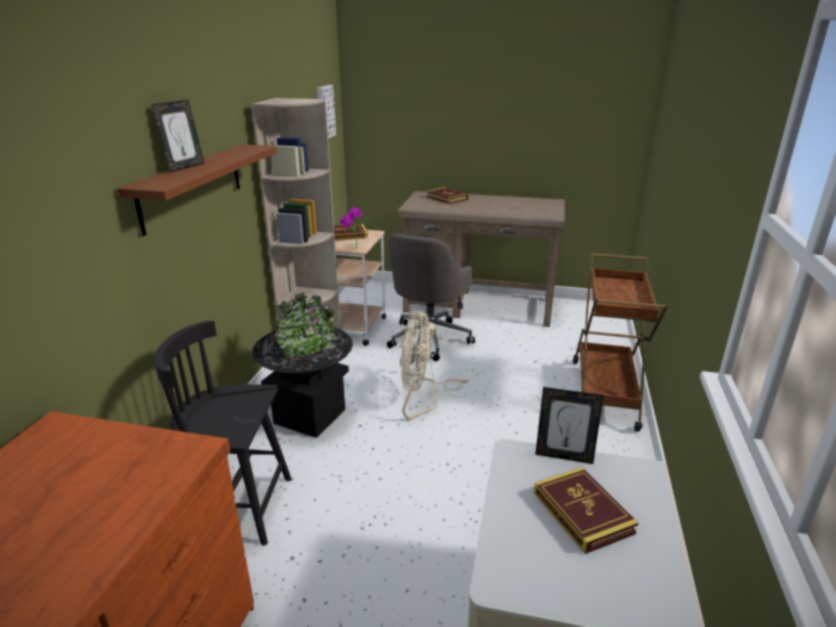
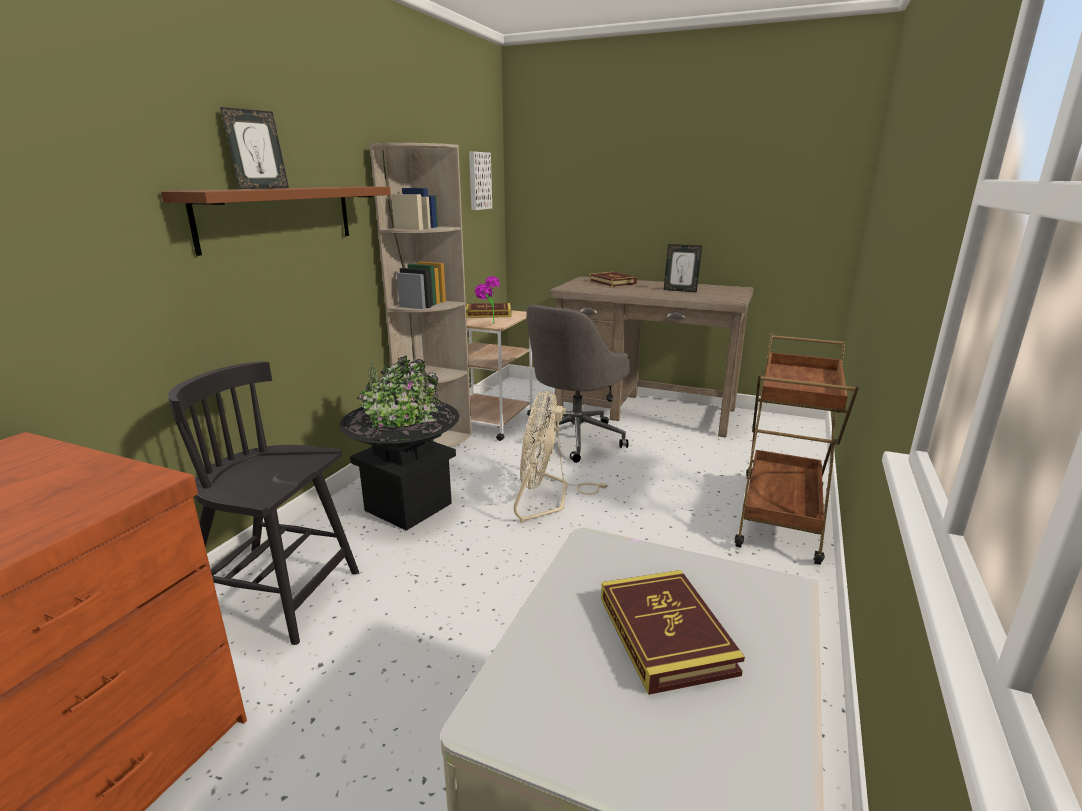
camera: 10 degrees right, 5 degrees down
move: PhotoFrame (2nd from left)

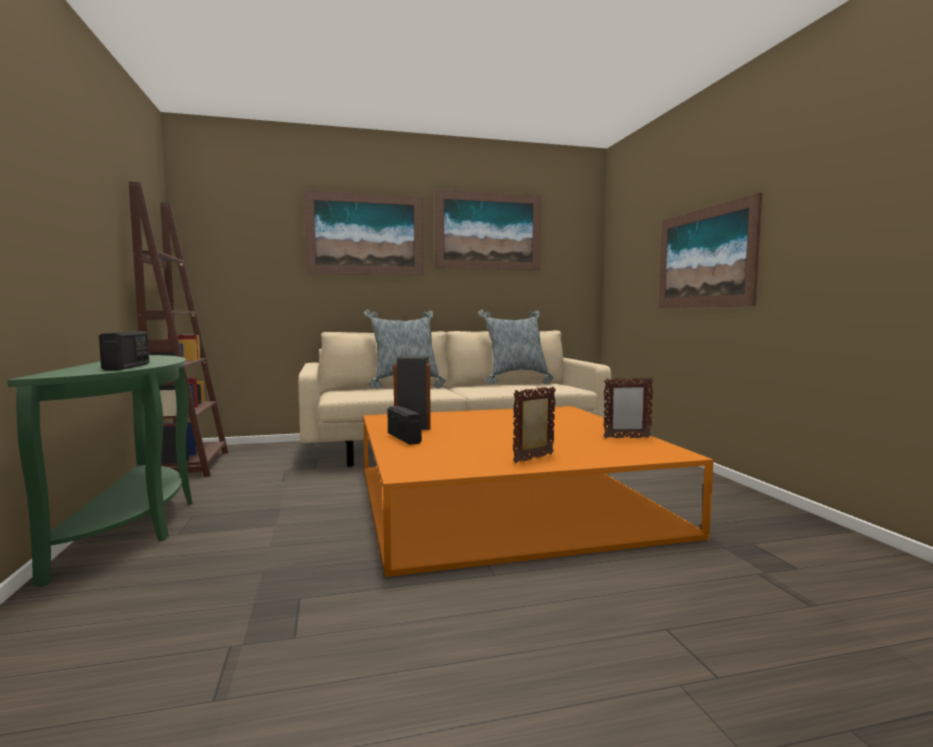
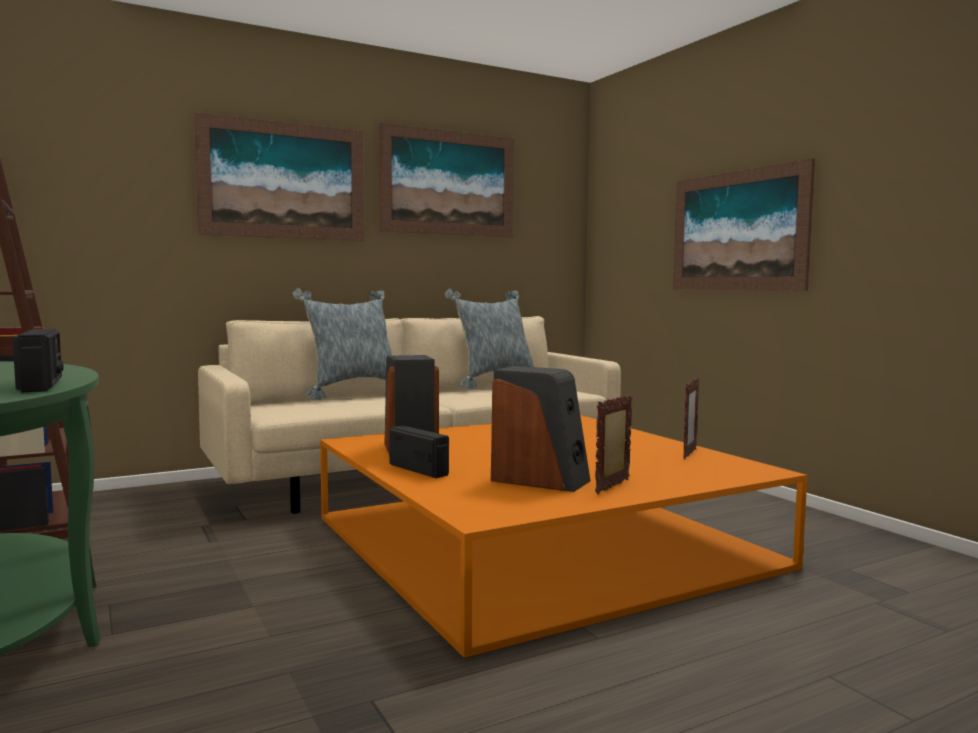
camera: 15 degrees left, 0 degrees up
insert: Loudspeaker (2nd from left)
rotate: PhotoFrame (2nd from left) 45 degrees counterclockwise

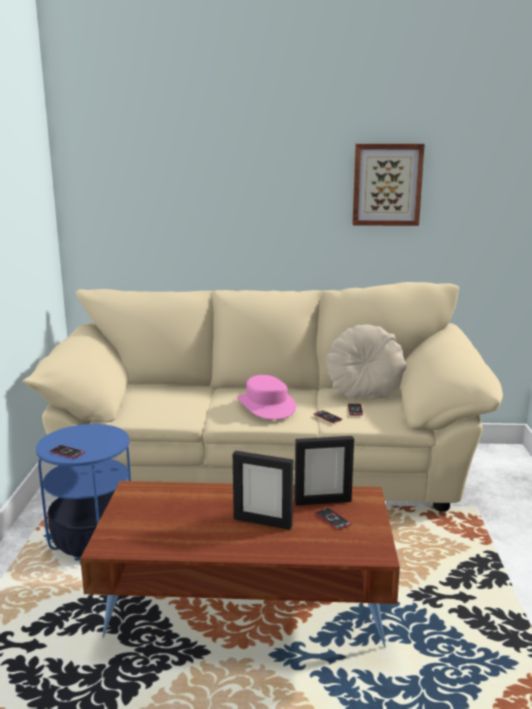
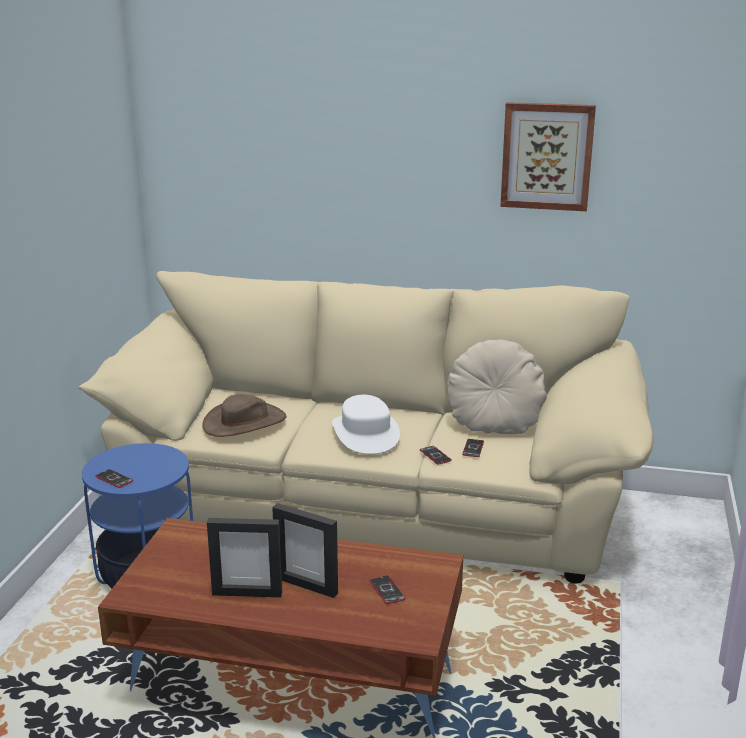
camera: 10 degrees right, 5 degrees up
insert: BrownishHat
move: PhotoFrame (2nd from left in the first image) to PhotoFrame (1st from left)
recolor: PinkishHat to WhitishHat

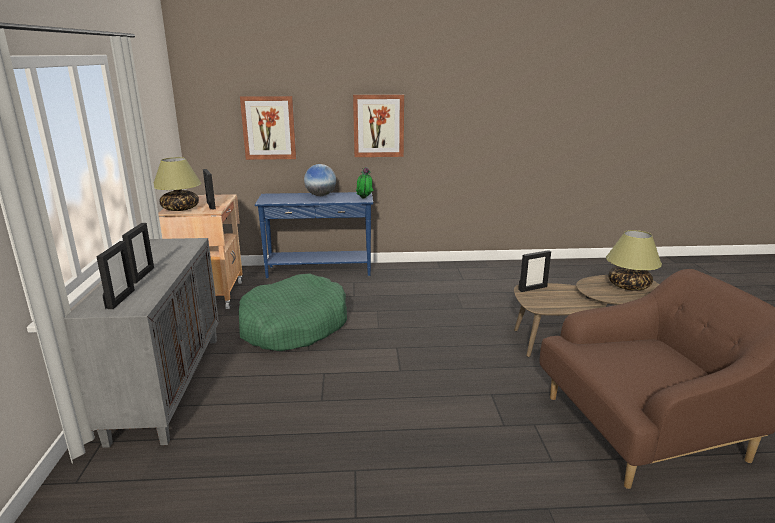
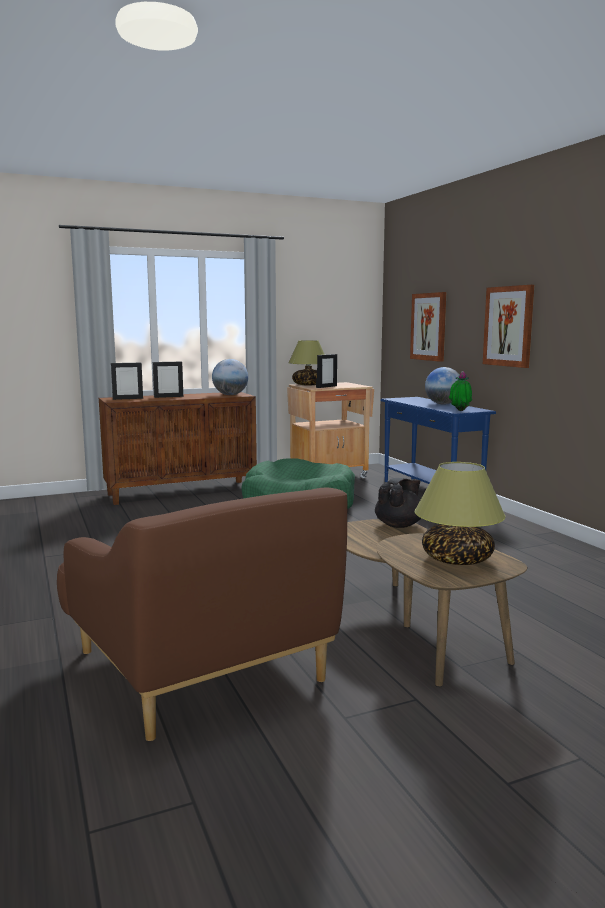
camera: 70 degrees right, 10 degrees down
insert: Globe (1st from left)
replace: PhotoFrame (4th from left) to BlackTeapot
recolor: GreyStorageCabinet to BrownishStorageCabinet

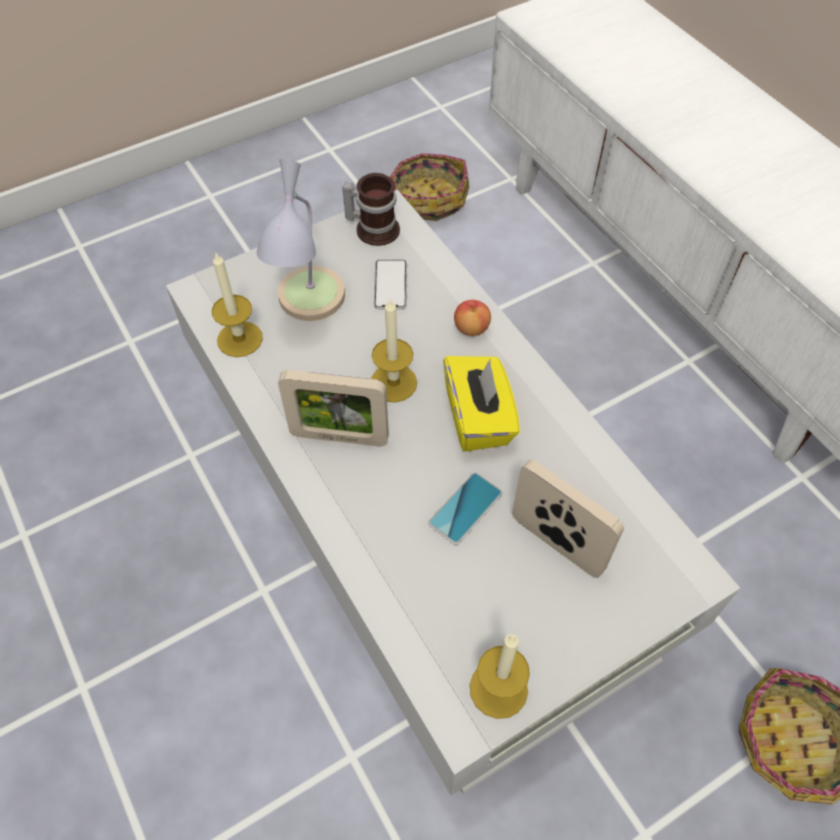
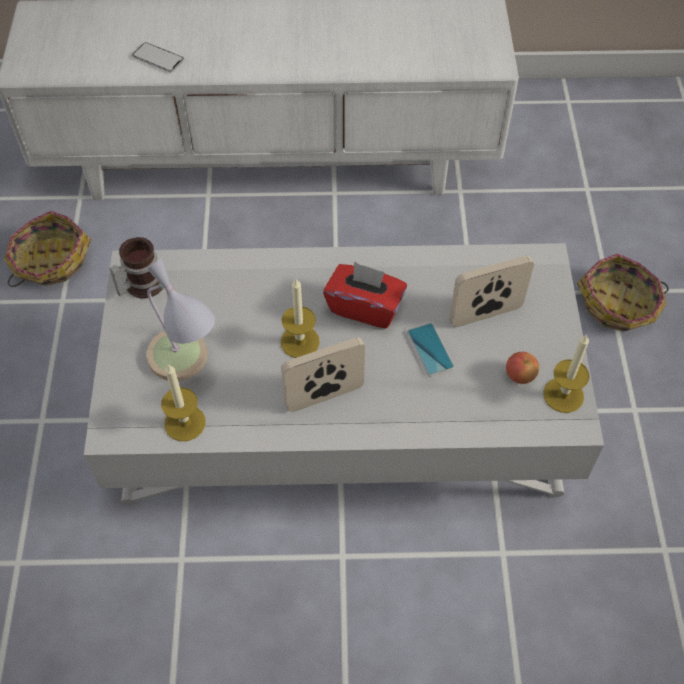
camera: 60 degrees left, 0 degrees up
move: Telephone (1st from left); WholeApple
recolor: YellowishBoxOfTissues to RedColouredBoxOfTissues
rotate: PhotoFrame (1st from left) 150 degrees counterclockwise

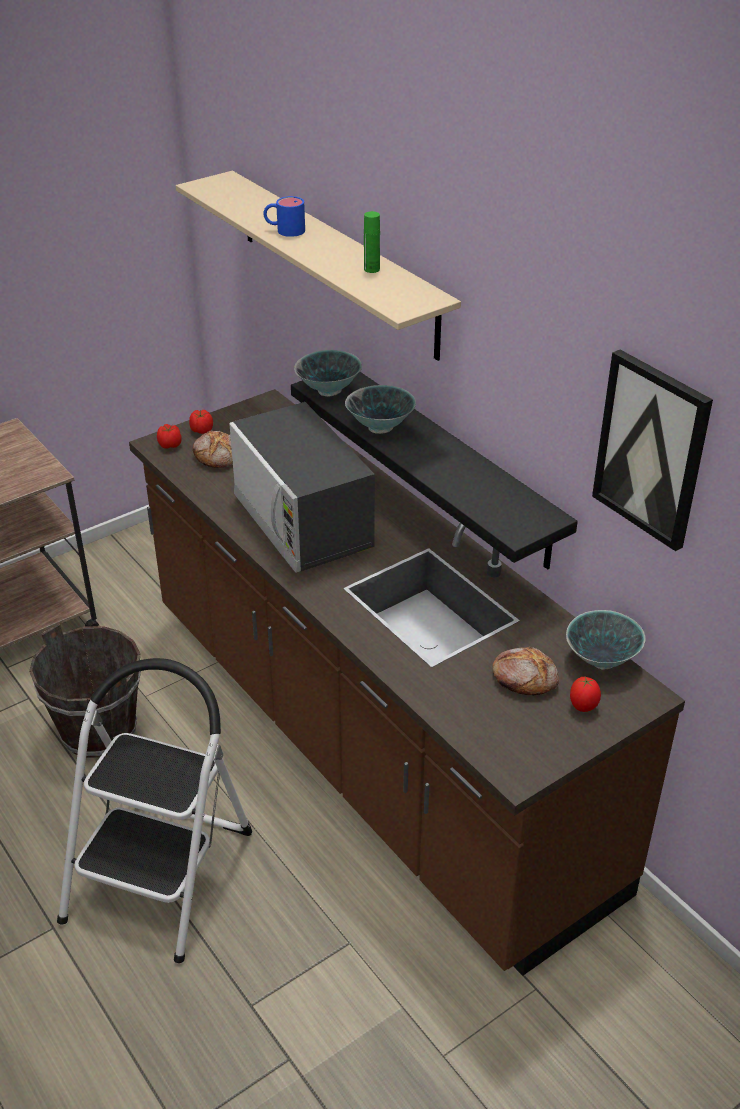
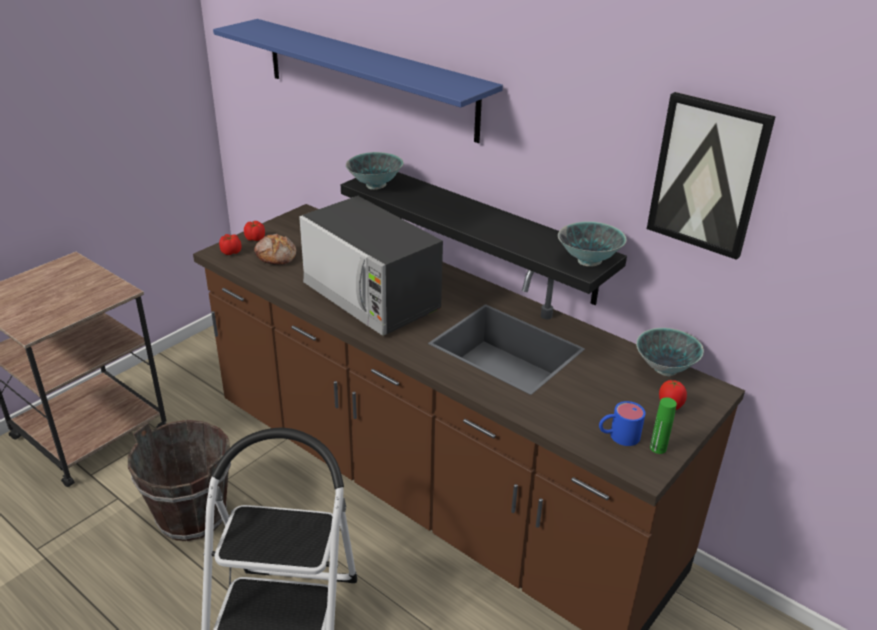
camera: 15 degrees left, 5 degrees down
delete: BakedBread (2nd from left)
move: BluishCoffeeMug; GreenishBeverageBottle; ServingBowl (2nd from left)
recolor: SandColouredBracketShelf to BluishBracketShelf

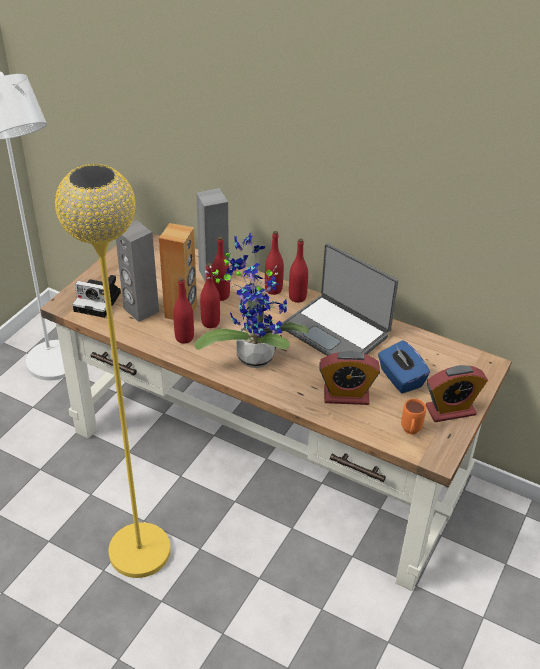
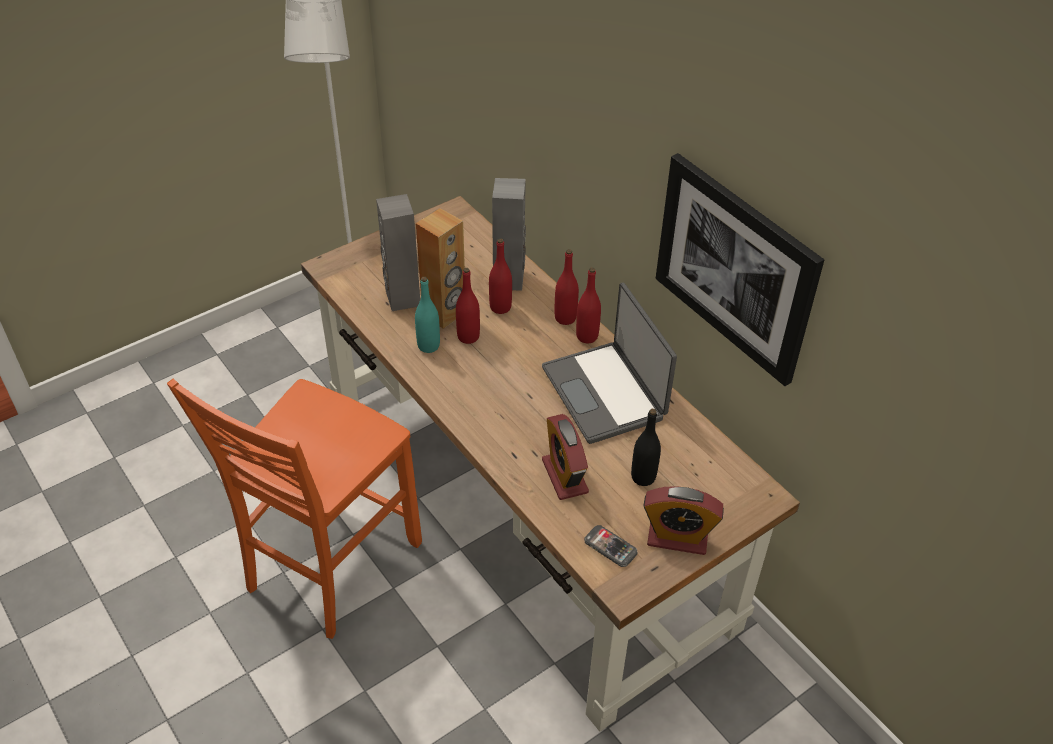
camera: 25 degrees right, 5 degrees up
delete: Houseplant; PhotoCamera
insert: WallPicture
replace: YellowishStandardLamp to OrangeyPlainChair; BluishBoxOfTissues to BlackBeverageBottle; OrangeyCoffeeMug to Telephone
recolor: RedColouredBeverageBottle (1st from left) to TurquoiseBeverageBottle
rotate: AlarmClock (1st from left) 45 degrees clockwise

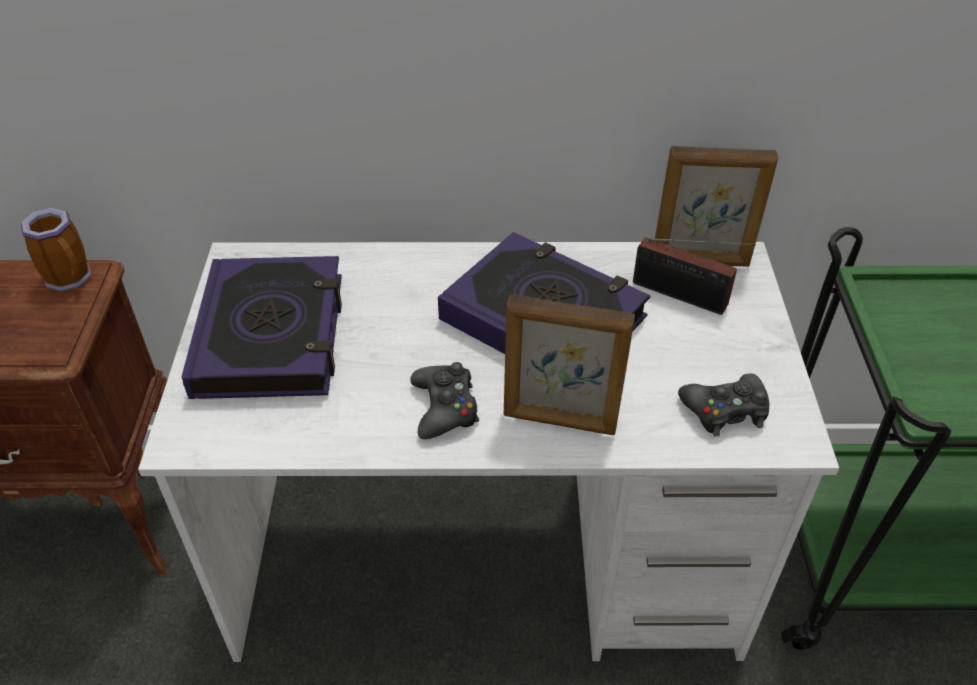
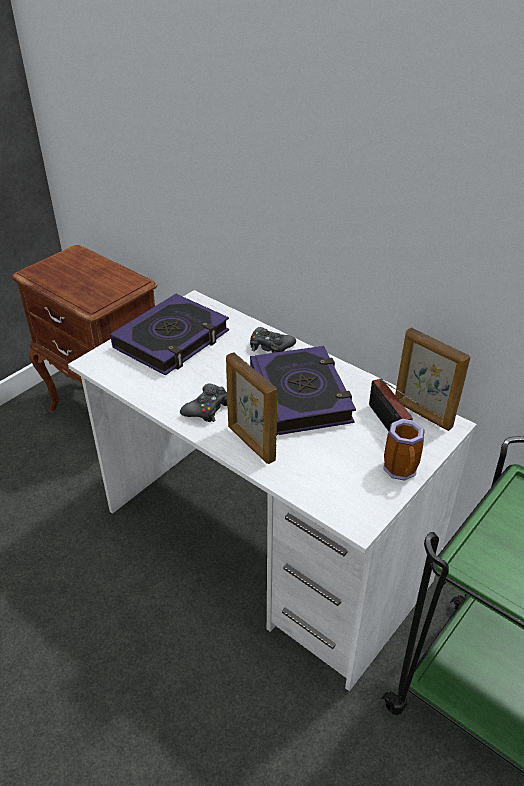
camera: 40 degrees right, 5 degrees down
move: CoffeeMug; BlackJoypad (2nd from left)

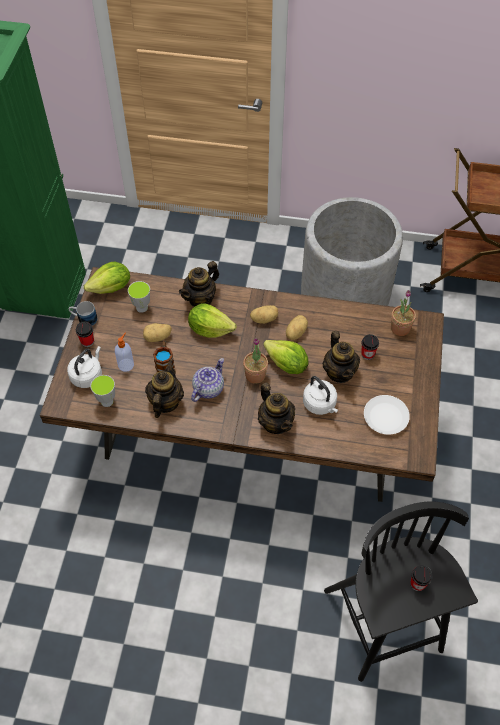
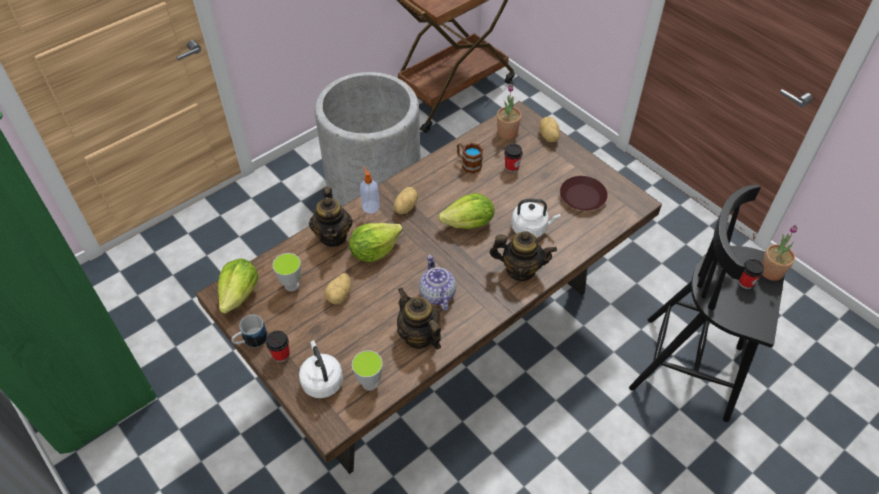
camera: 50 degrees left, 5 degrees down
delete: Teapot (5th from left)
move: WholePotato (3rd from left); LiquidSoapBottle; Houseplant (1st from left in the first image) to Houseplant (2nd from left); CoffeeMug (2nd from left)
recolor: WhitishDinnerPlate to BrownishDinnerPlate

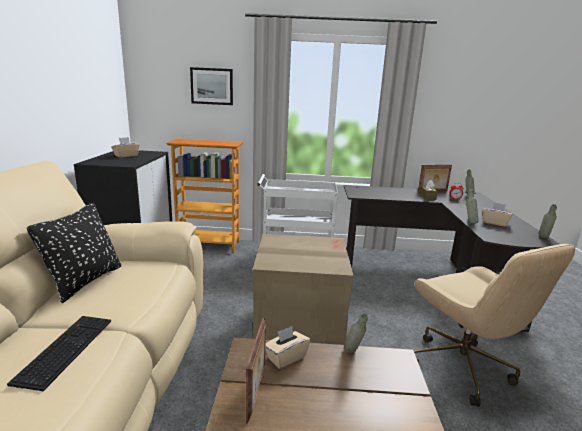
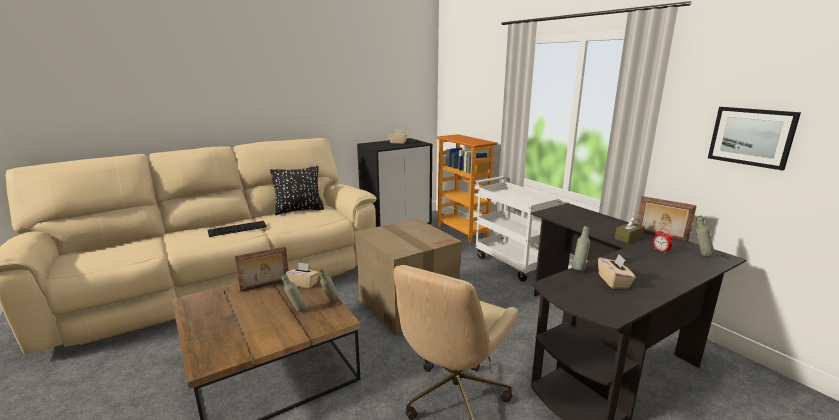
camera: 55 degrees right, 0 degrees up
move: WallPicture; GreyBeverageBottle (4th from left in the first image) to GreyBeverageBottle (1st from left)

